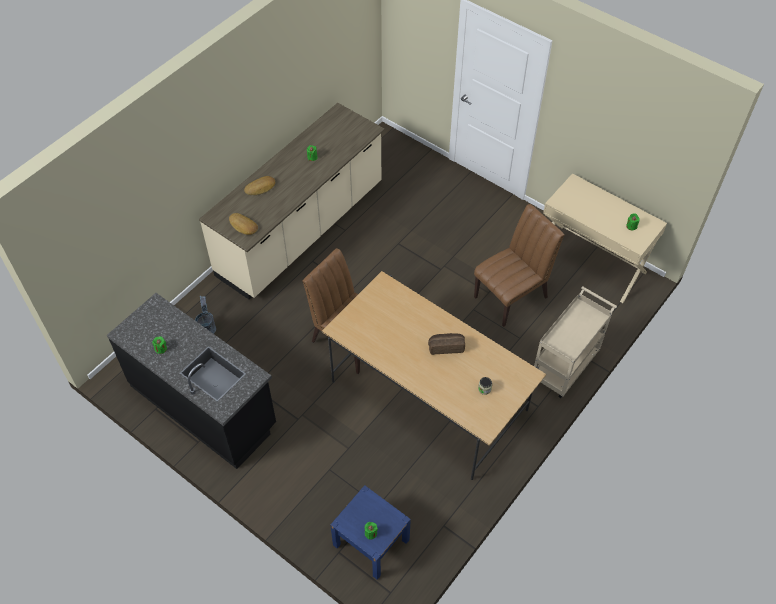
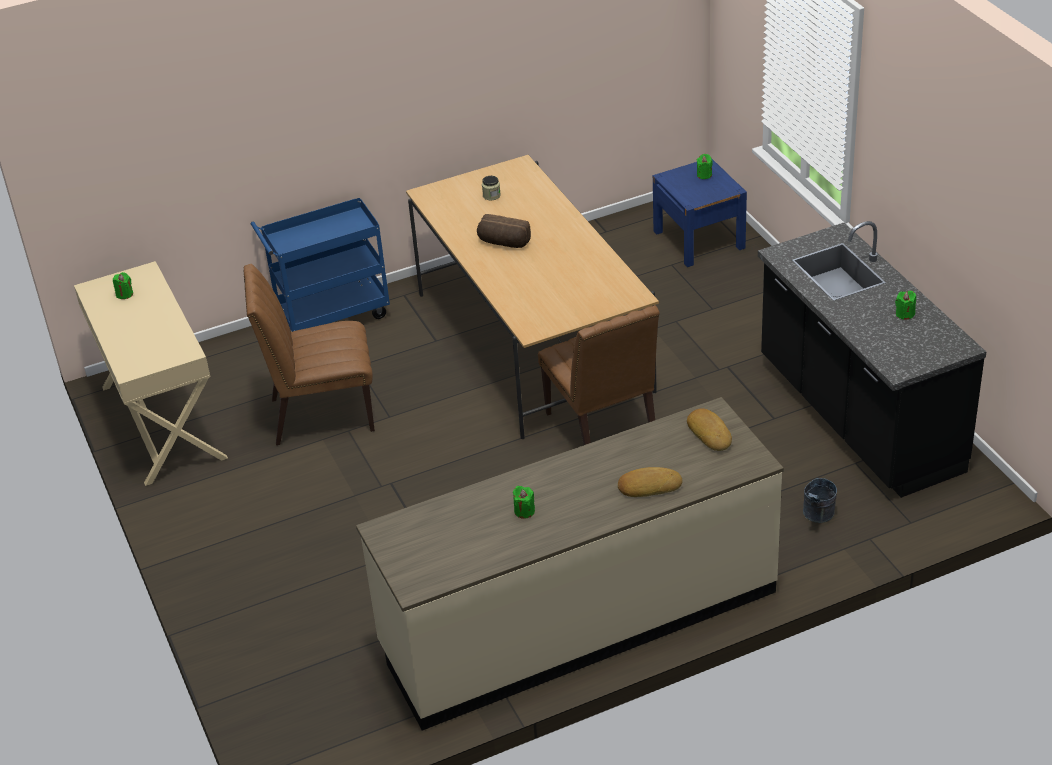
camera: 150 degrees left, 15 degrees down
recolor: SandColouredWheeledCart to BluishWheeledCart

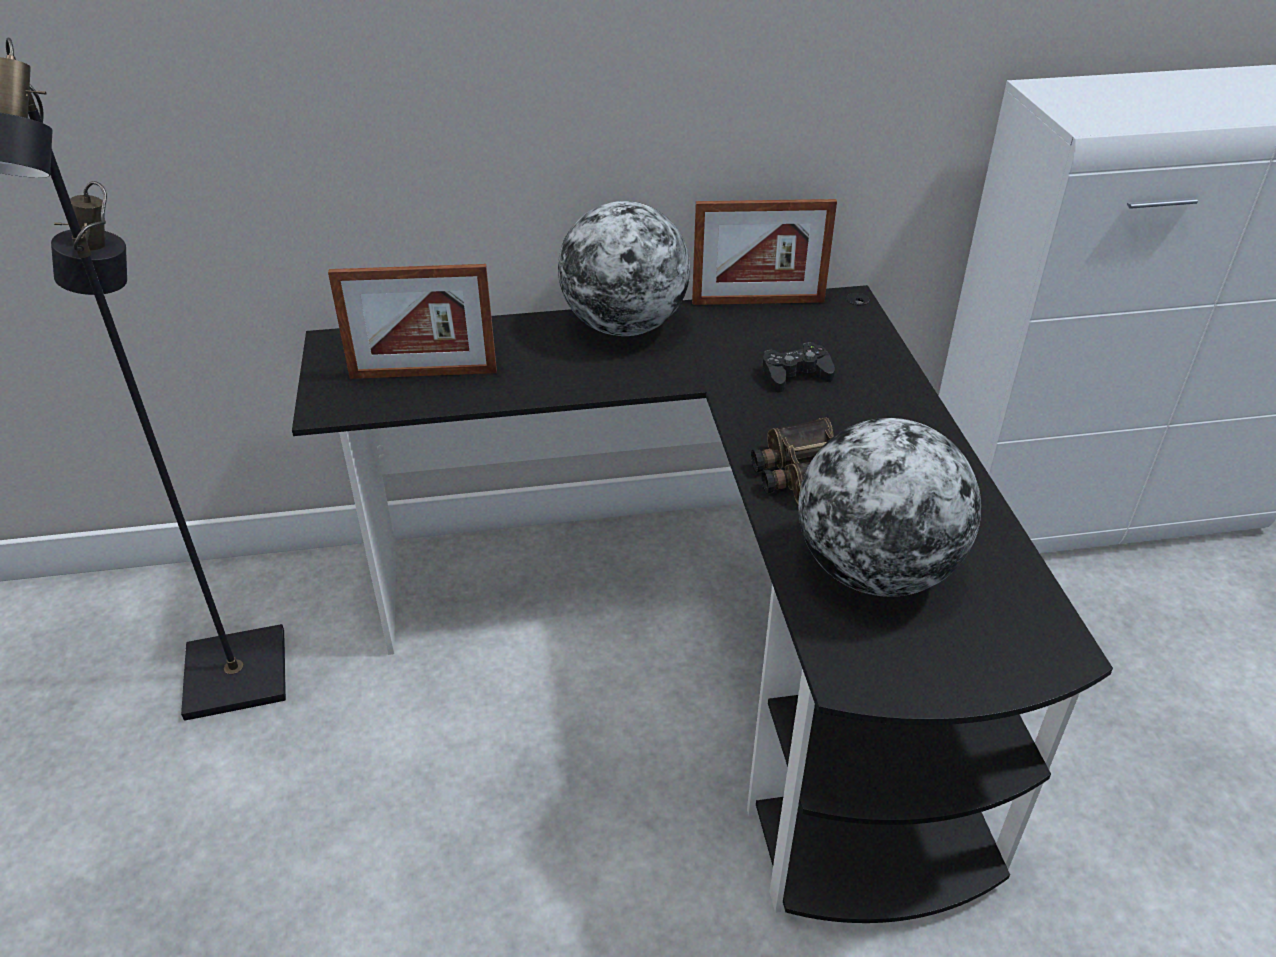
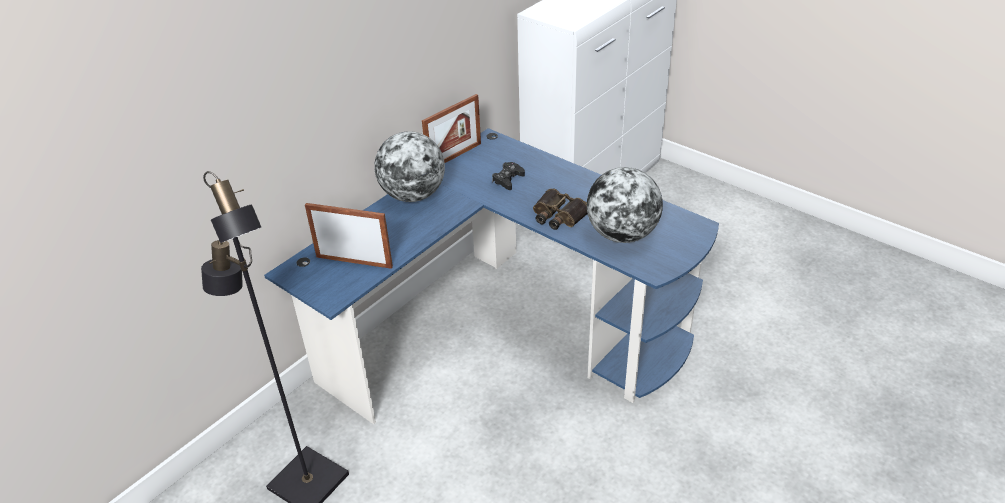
camera: 40 degrees left, 0 degrees up
recolor: BlackDesk to BluishDesk
rotate: PhotoFrame (1st from left) 120 degrees counterclockwise

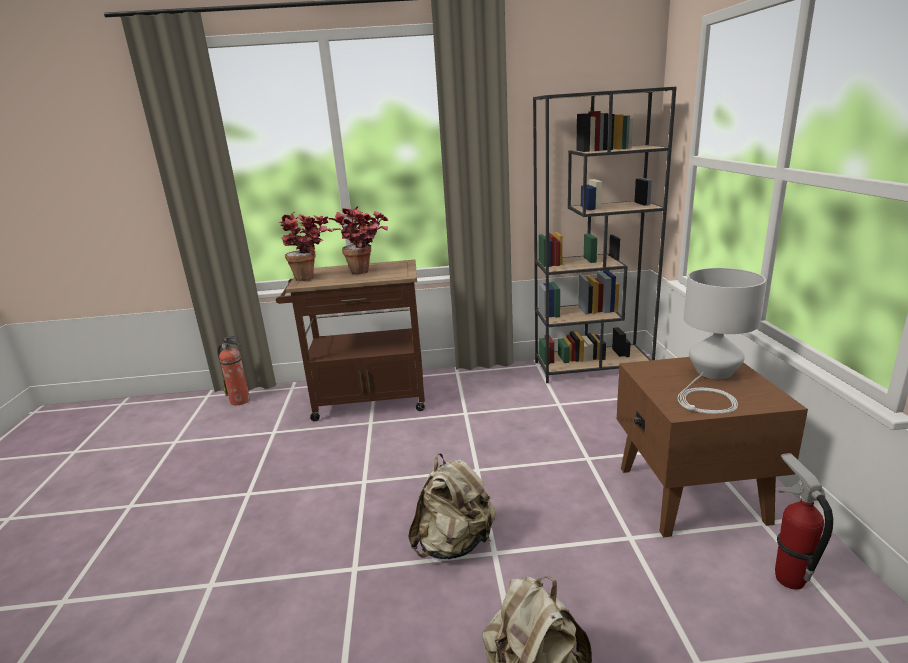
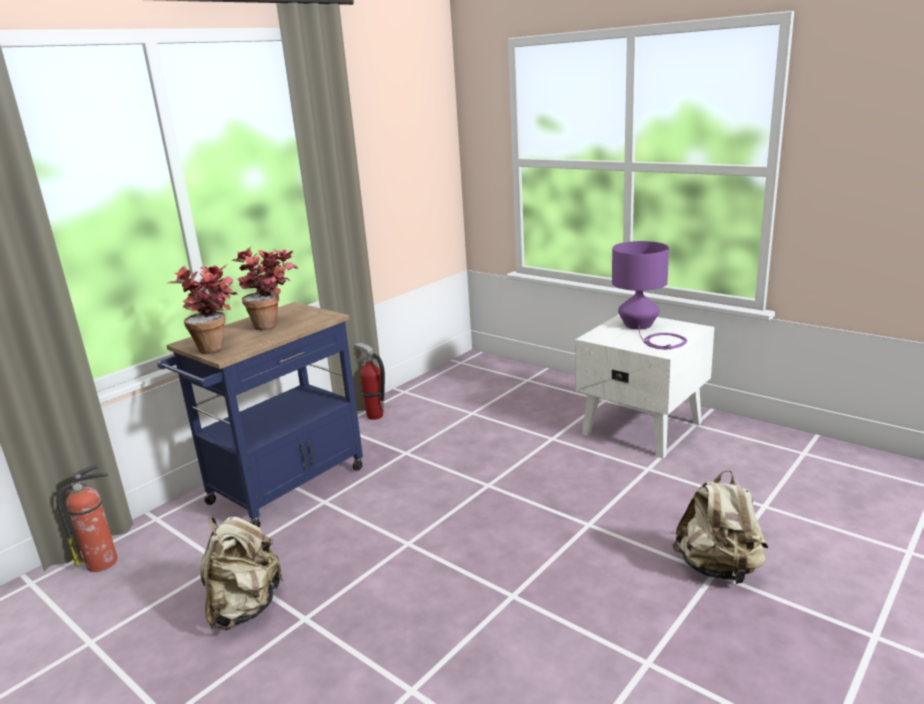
camera: 45 degrees left, 0 degrees up
delete: Bookshelf
move: SandColouredKnapsack (1st from left); FireExtinguisher (2nd from left)
recolor: BrownishWheeledCart to BluishWheeledCart; GreyLampForATable to PurplishLampForATable; BrownishNightTable to WhitishNightTable

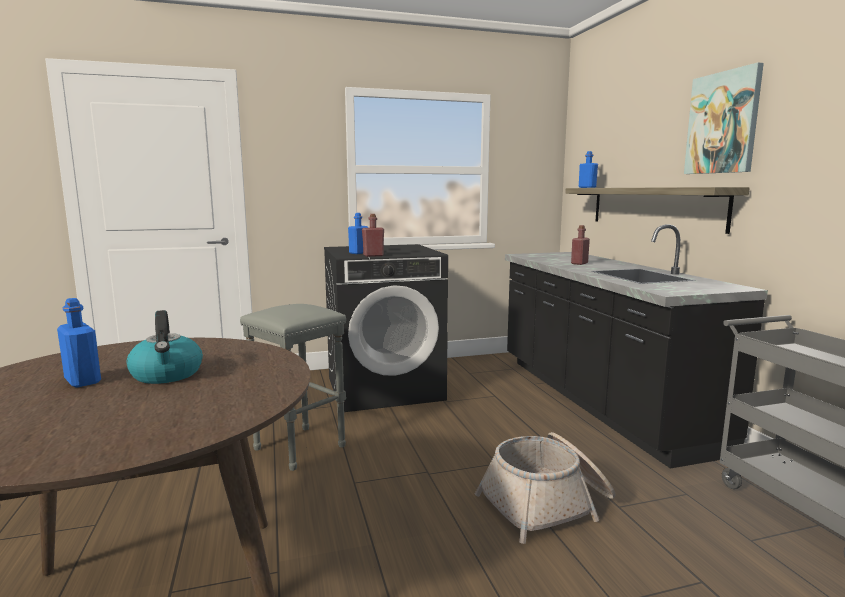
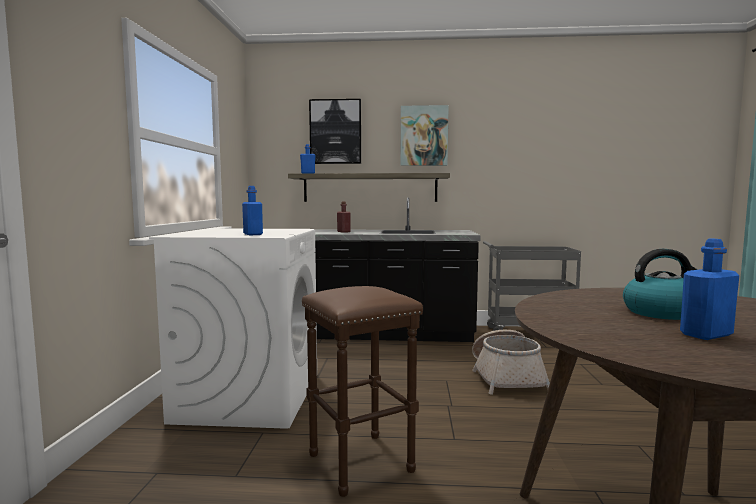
camera: 70 degrees left, 5 degrees down
delete: RedColouredBeverageBottle (1st from left)
insert: WallPicture (1st from left)
recolor: BlackLaundryAppliance to WhitishLaundryAppliance; GreyStool to BrownishStool

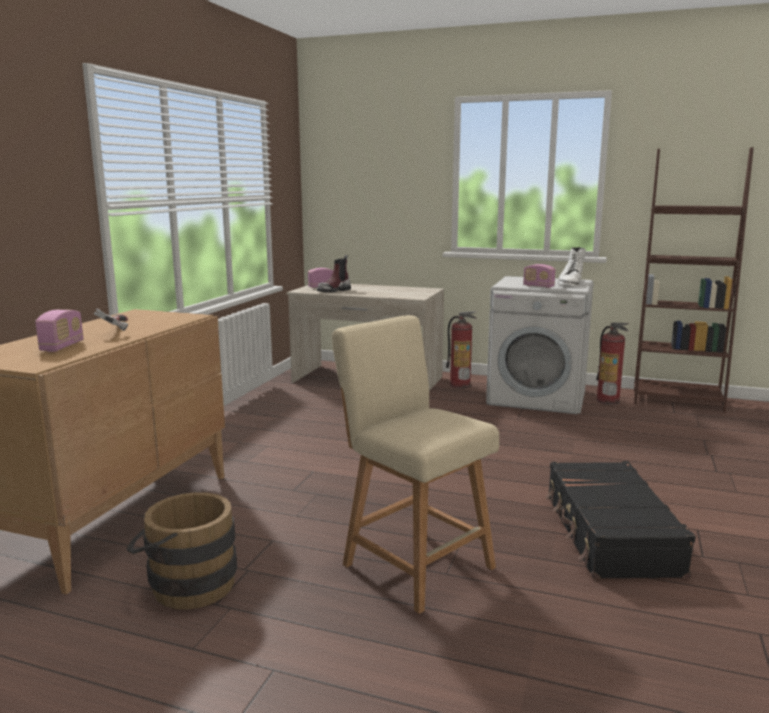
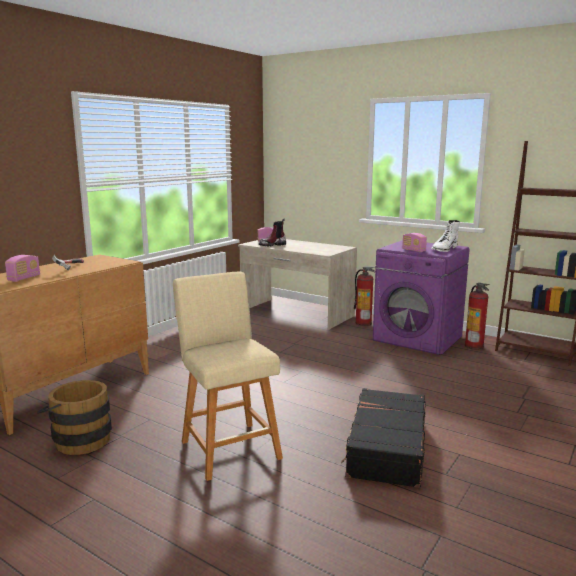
camera: 15 degrees right, 0 degrees up
recolor: WhitishLaundryAppliance to PurplishLaundryAppliance

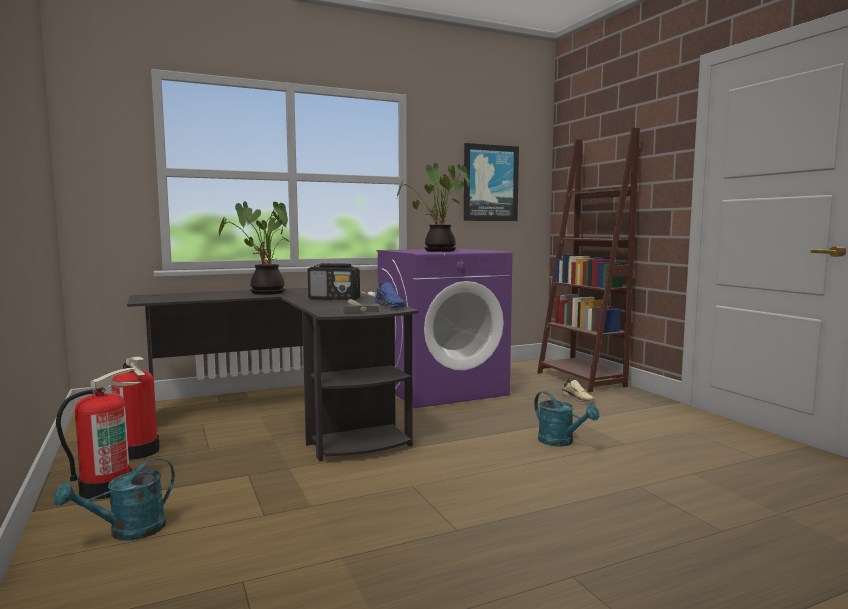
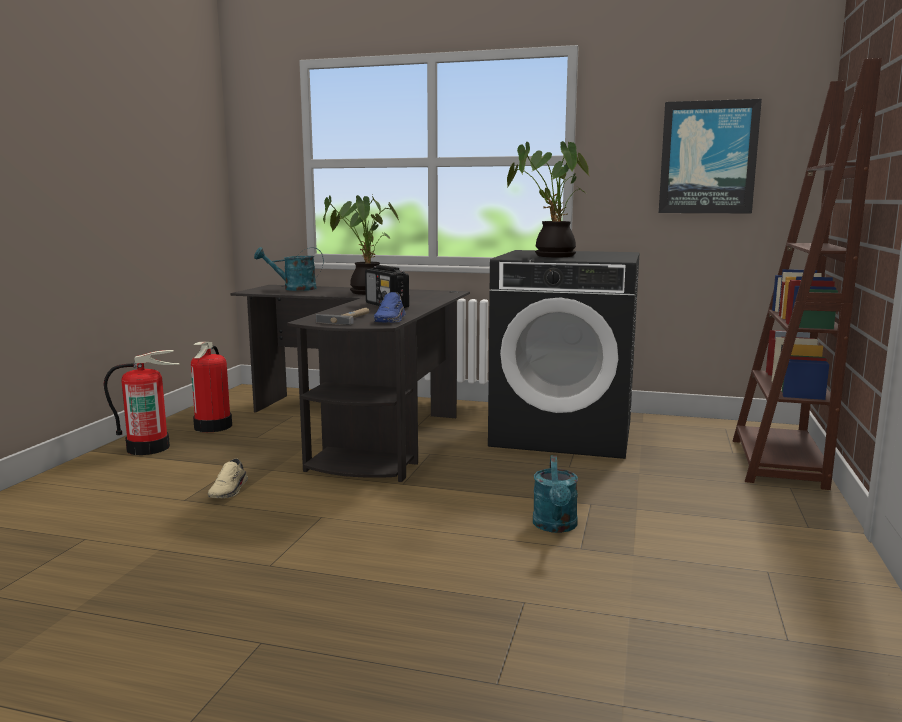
camera: 40 degrees right, 5 degrees up
move: SandColouredLowShoe; TurquoiseWateringCan (1st from left)
recolor: PurplishLaundryAppliance to BlackLaundryAppliance

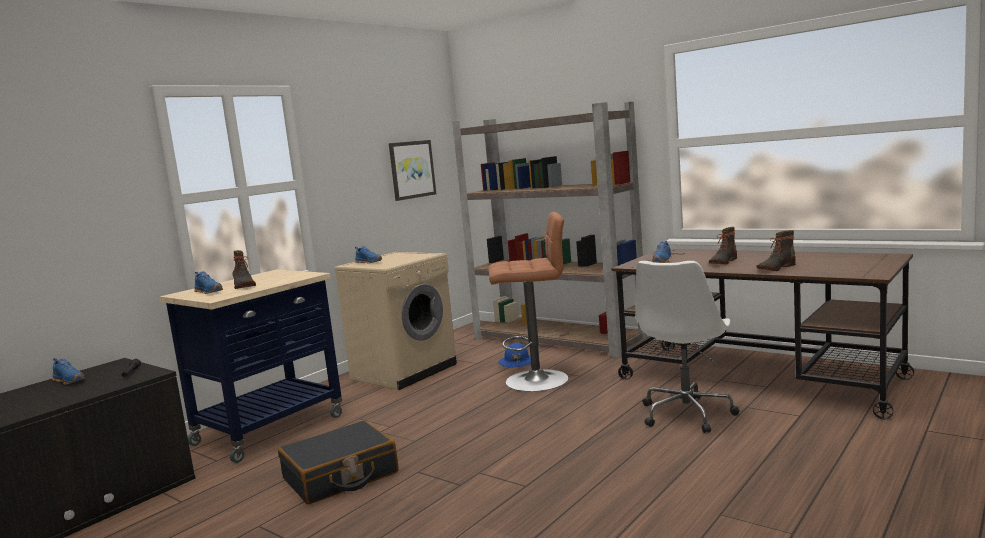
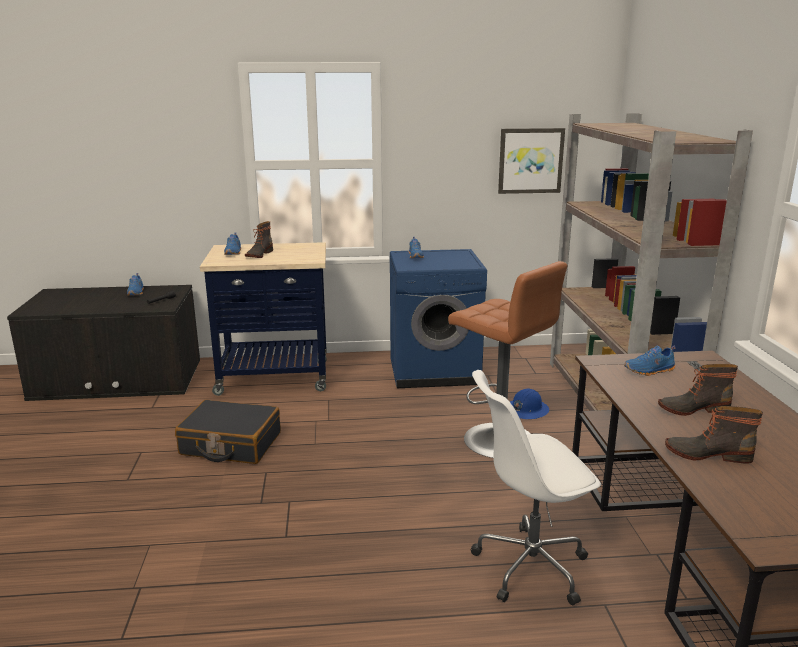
camera: 45 degrees right, 10 degrees up
recolor: SandColouredLaundryAppliance to BluishLaundryAppliance

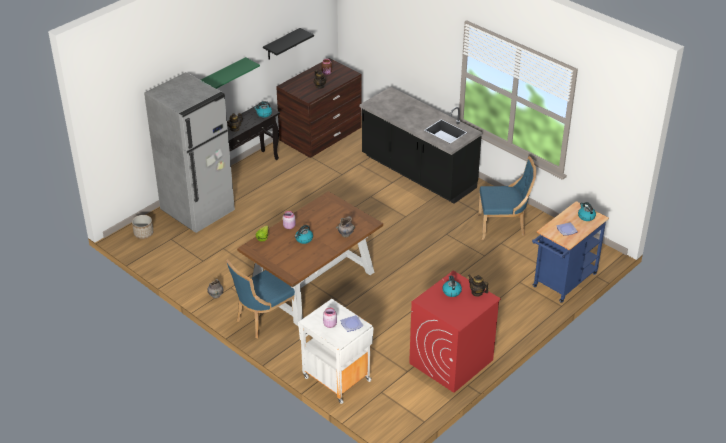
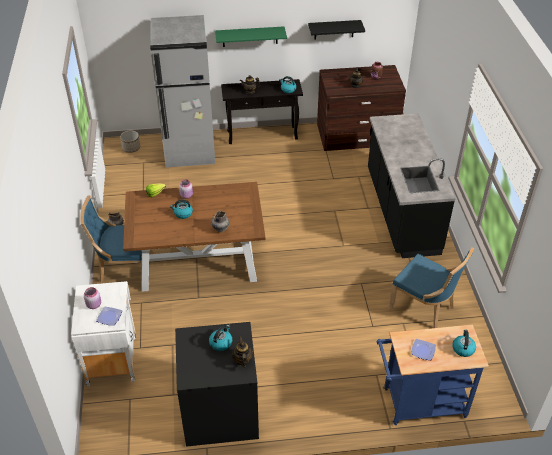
camera: 40 degrees right, 5 degrees up
recolor: RedColouredLaundryAppliance to BlackLaundryAppliance

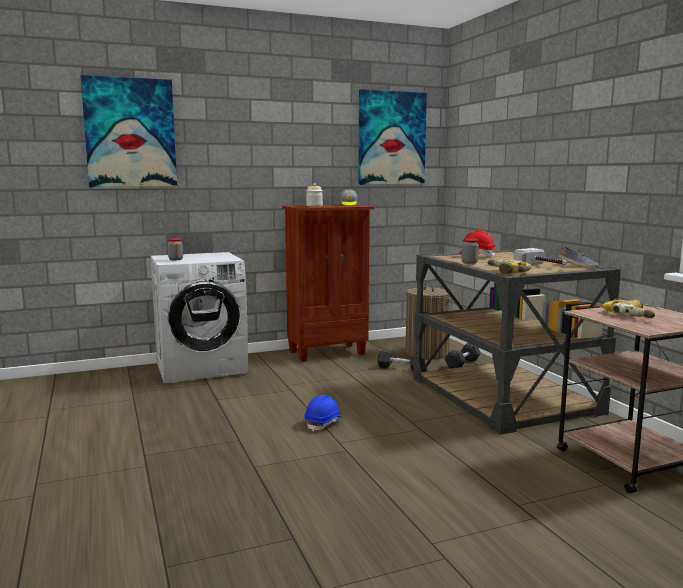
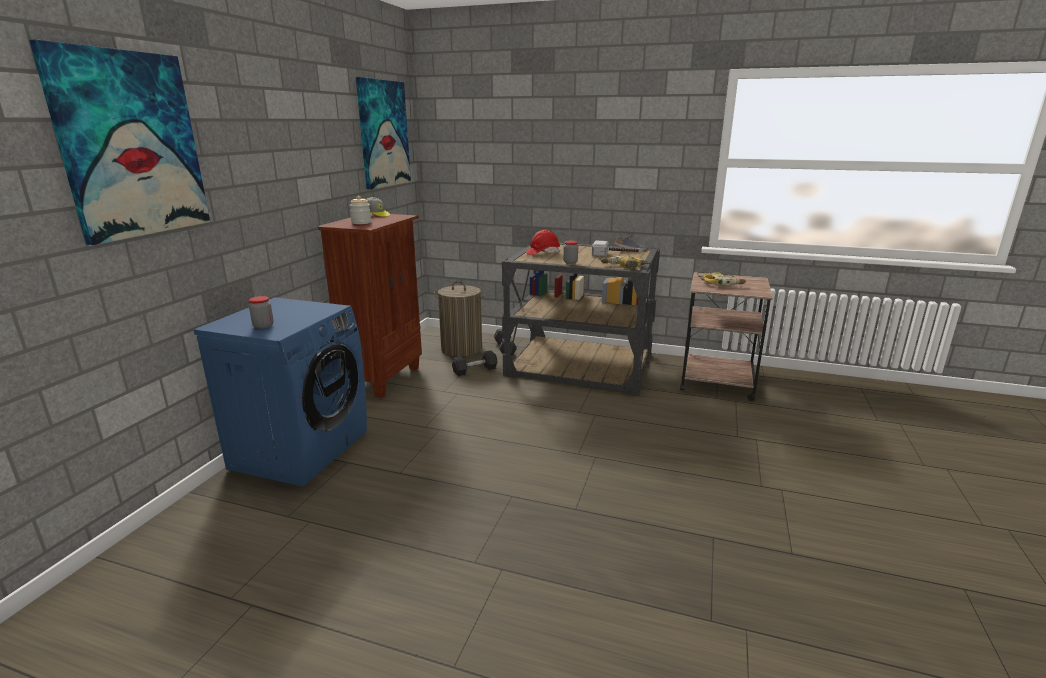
camera: 50 degrees left, 10 degrees up
delete: BluishHardHat
recolor: WhitishLaundryAppliance to BluishLaundryAppliance

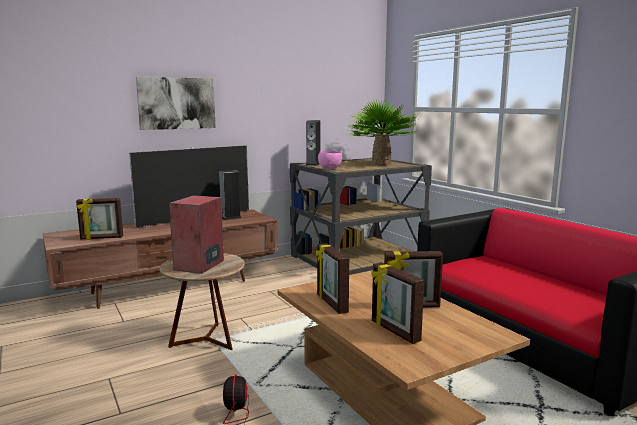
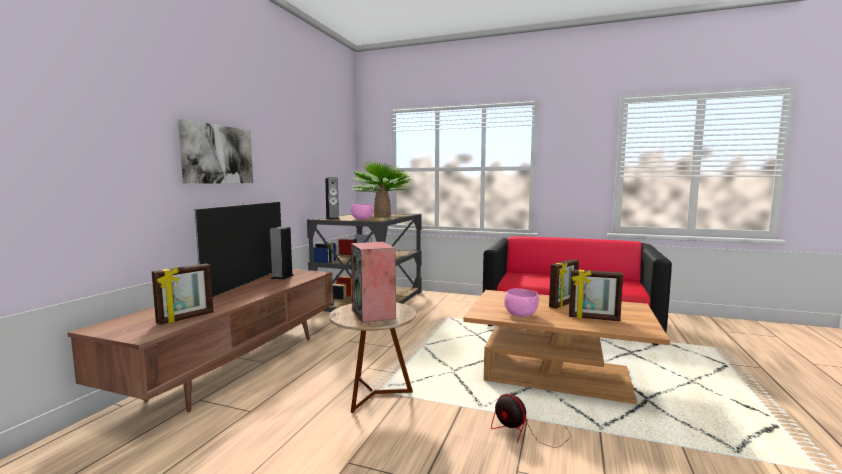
camera: 40 degrees left, 5 degrees down
replace: PhotoFrame (2nd from left) to PinkishServingBowl (2nd from left)

